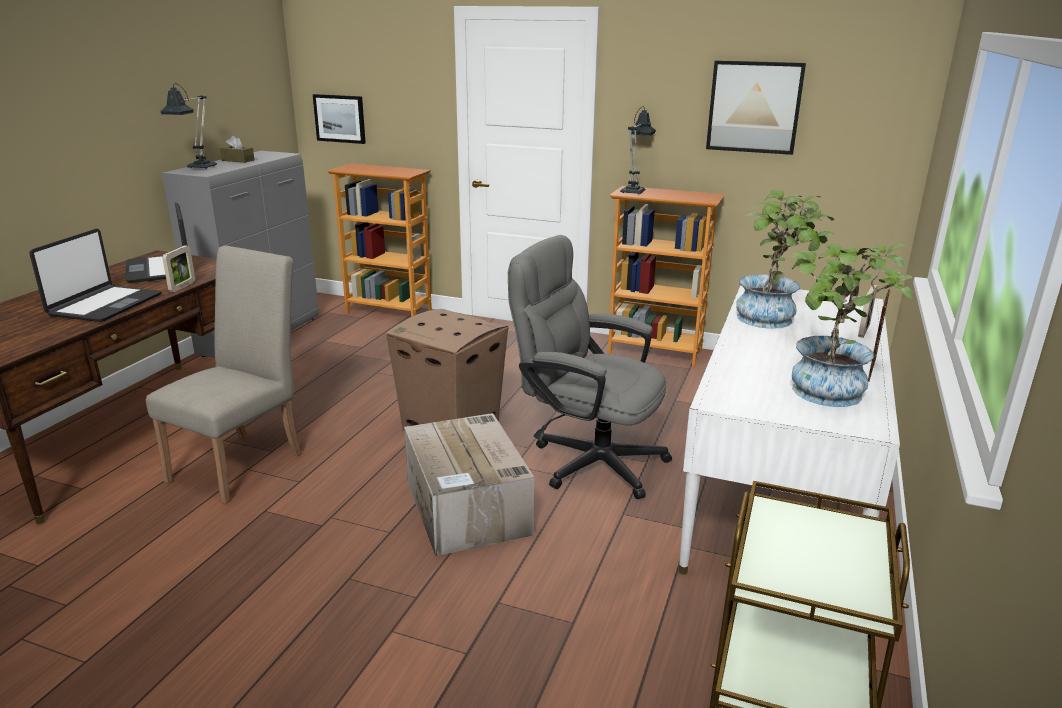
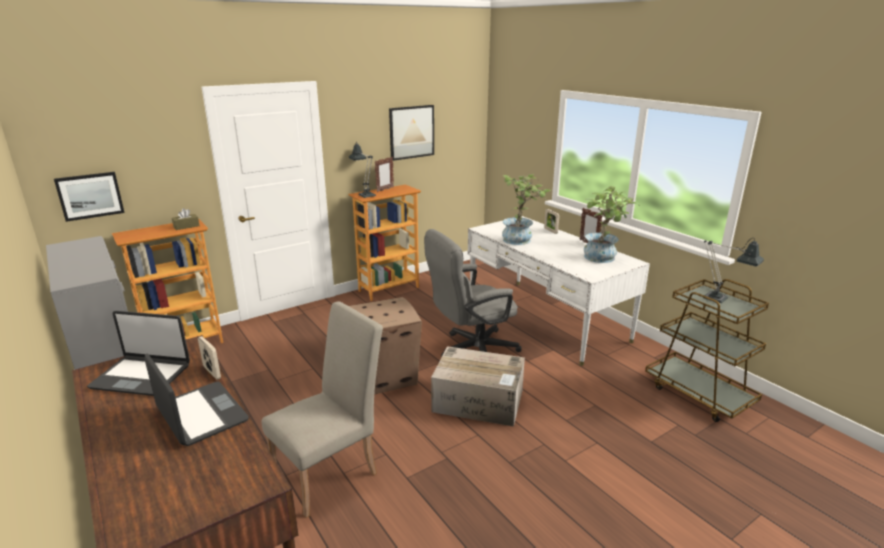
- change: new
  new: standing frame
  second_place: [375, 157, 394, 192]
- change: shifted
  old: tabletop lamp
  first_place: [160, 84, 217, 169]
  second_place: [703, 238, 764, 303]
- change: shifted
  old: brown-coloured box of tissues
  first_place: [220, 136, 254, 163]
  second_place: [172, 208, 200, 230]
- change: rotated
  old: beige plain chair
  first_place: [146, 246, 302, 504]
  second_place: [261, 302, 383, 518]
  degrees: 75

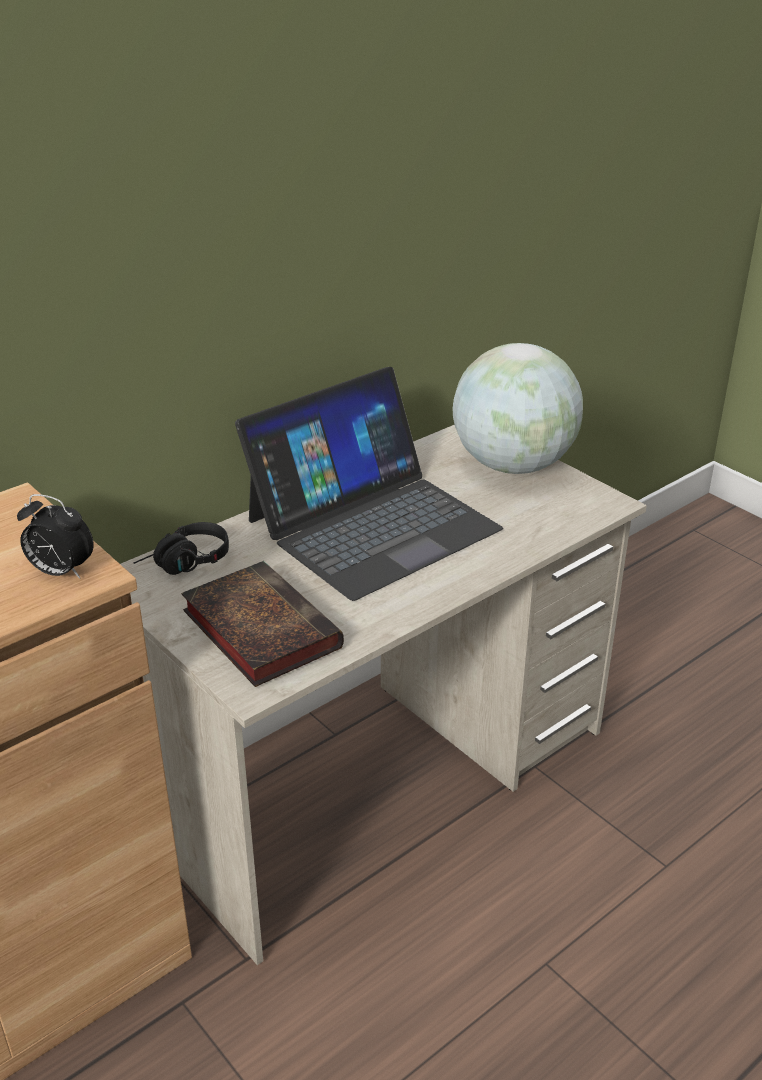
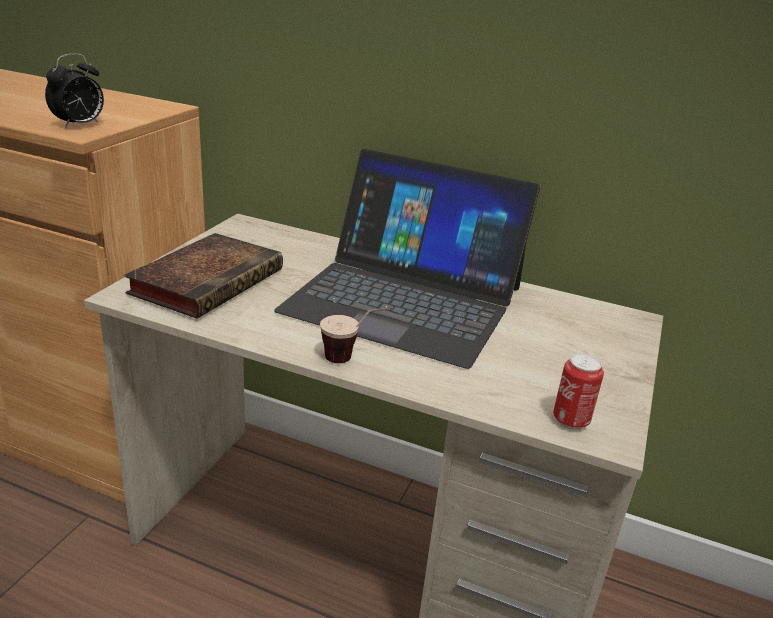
- change: gone
  old: black headset
  first_place: [133, 522, 229, 575]
- change: gone
  old: desk globe
  first_place: [452, 343, 583, 474]
- change: new
  new: drinking cup
  second_place: [320, 307, 394, 363]
- change: new
  new: can
  second_place: [553, 353, 604, 430]
- change: rotated
  old: table clock
  first_place: [17, 494, 94, 578]
  second_place: [45, 53, 104, 129]
  degrees: -135

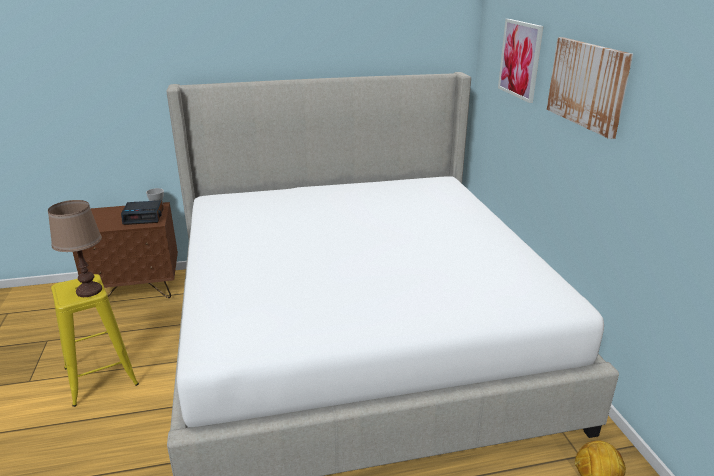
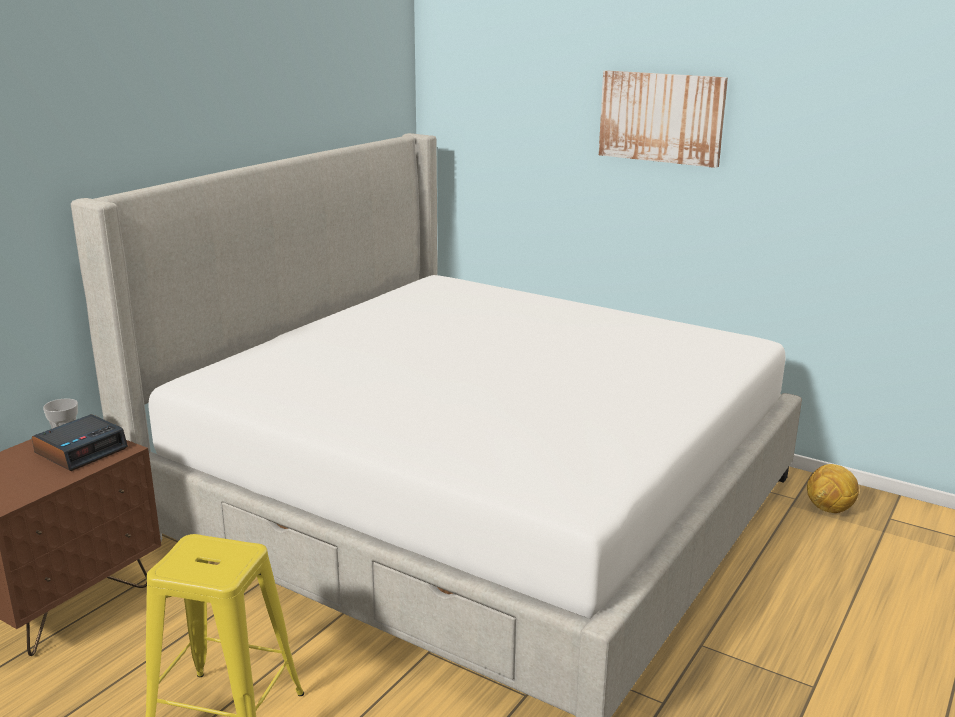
- change: gone
  old: brown-coloured tabletop lamp
  first_place: [48, 200, 102, 297]
- change: gone
  old: wall art
  first_place: [498, 19, 543, 103]

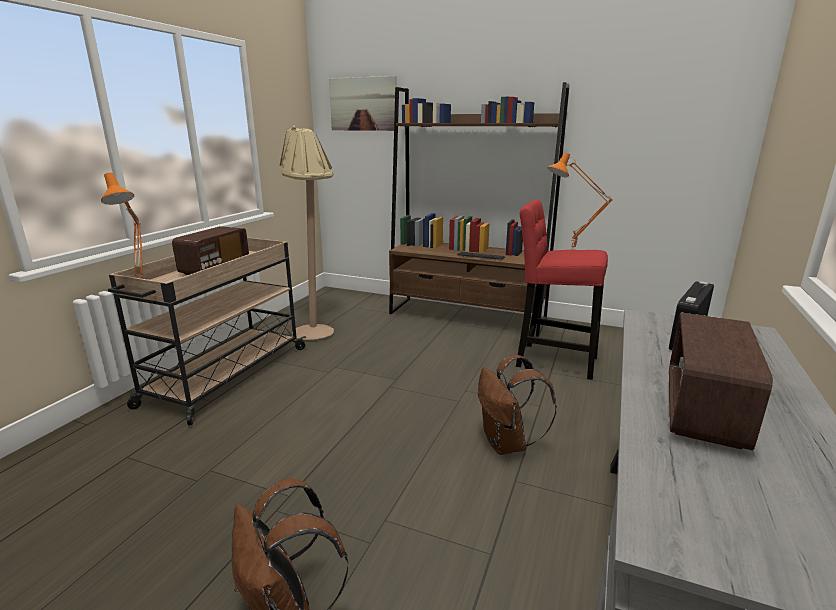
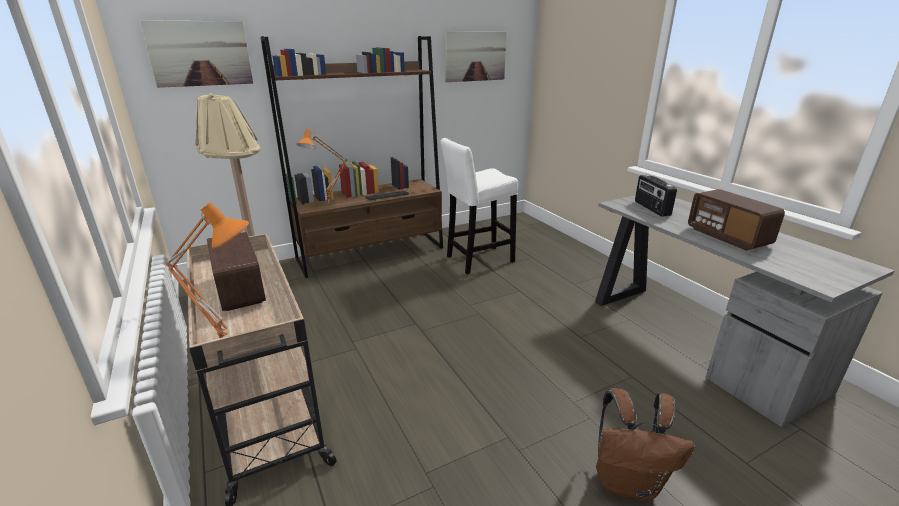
- change: gone
  old: brown-coloured knapsack
  first_place: [478, 355, 557, 455]
- change: new
  new: wall art
  second_place: [445, 31, 507, 82]
- change: shifted
  old: orangey tabletop lamp
  first_place: [548, 152, 613, 250]
  second_place: [296, 129, 348, 204]
- change: repainted
  old: red-coloured sitting stool
  new: white-coloured sitting stool
  first_place: [516, 200, 608, 380]
  second_place: [440, 138, 518, 274]

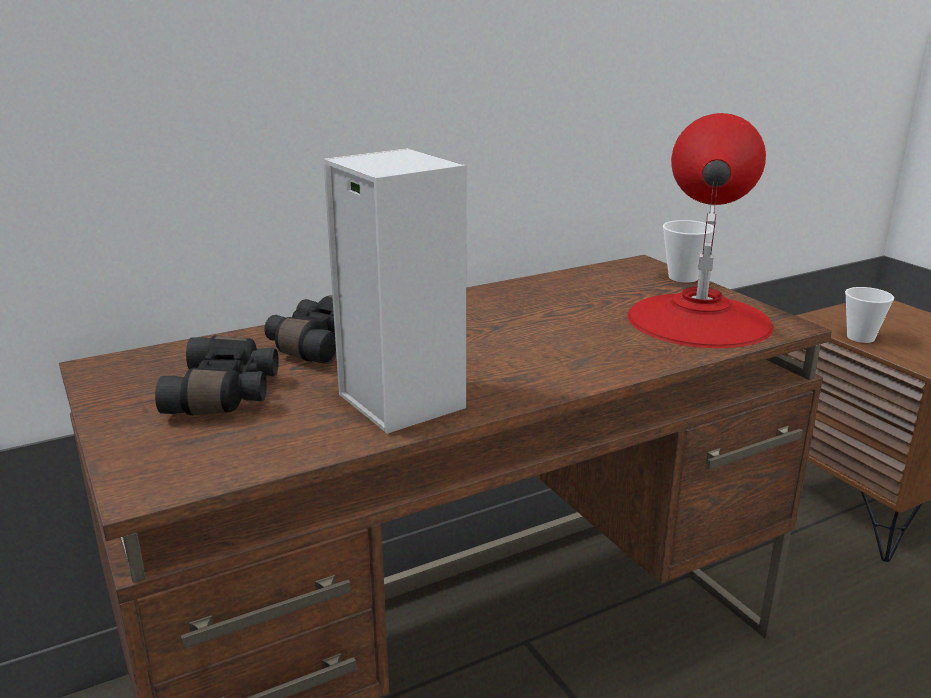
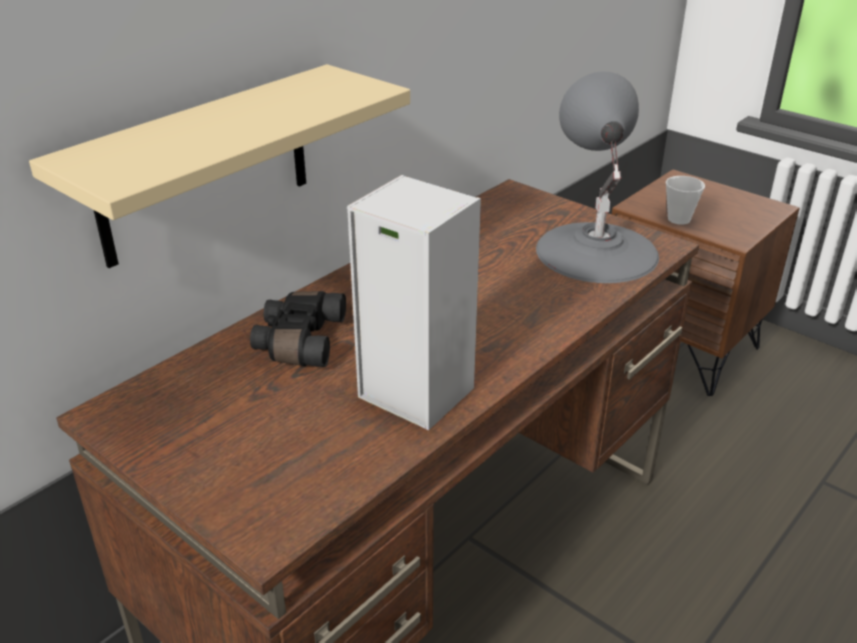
- change: gone
  old: black pair of binoculars
  first_place: [155, 335, 279, 415]
- change: gone
  old: drinking cup
  first_place: [663, 220, 715, 283]
- change: new
  new: beige shelf
  second_place: [29, 64, 410, 268]
- change: repainted
  old: red-coloured tabletop lamp
  new: greyish tabletop lamp
  first_place: [627, 113, 774, 348]
  second_place: [536, 71, 659, 283]

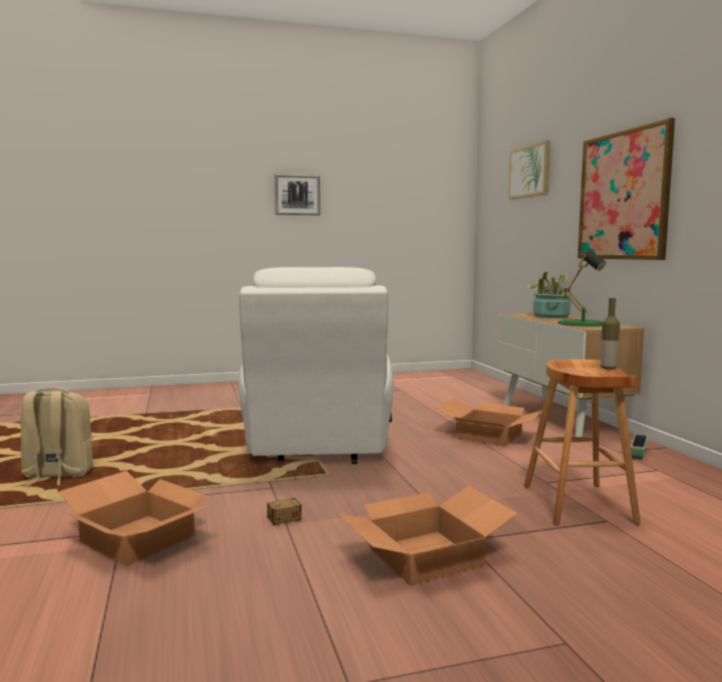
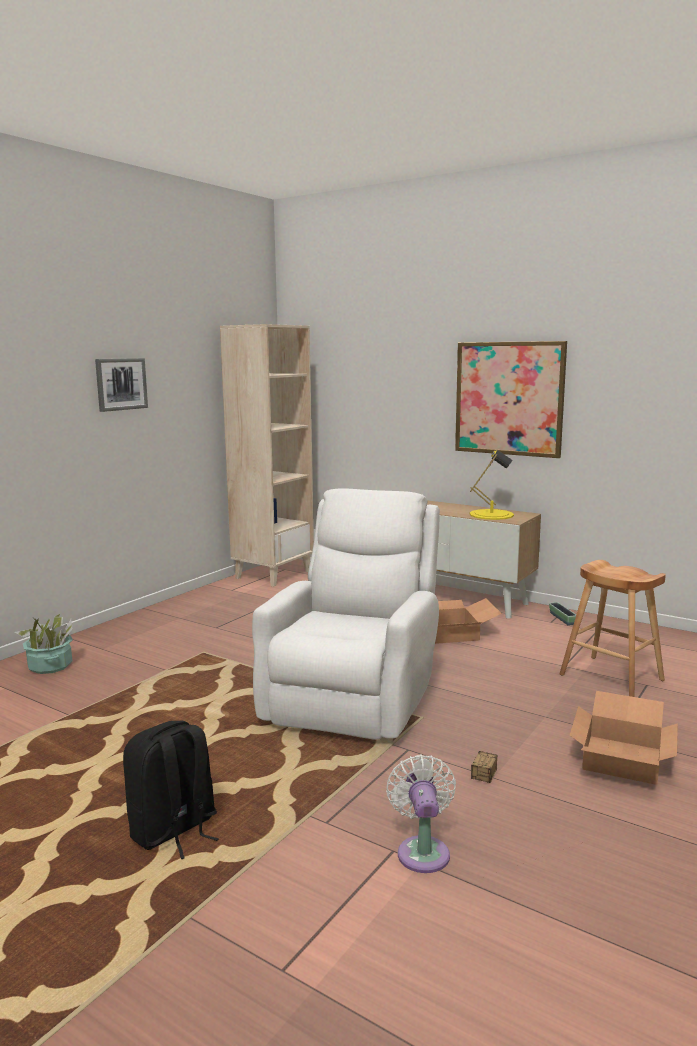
- change: gone
  old: wall art
  first_place: [508, 140, 551, 200]
- change: gone
  old: bottle
  first_place: [601, 298, 620, 369]
- change: new
  new: beige shelving unit
  second_place: [220, 324, 314, 587]
- change: shifted
  old: houseplant
  first_place: [527, 272, 574, 318]
  second_place: [14, 614, 73, 674]
- change: swapped
  old: carton
  new: white-coloured fan
  first_place: [59, 471, 217, 566]
  second_place: [386, 754, 456, 873]
- change: repainted
  old: beige knapsack
  new: black knapsack
  first_place: [21, 388, 93, 486]
  second_place: [123, 721, 219, 859]
- change: repainted
  old: green tabletop lamp
  new: yellow tabletop lamp
  first_place: [558, 250, 606, 327]
  second_place: [470, 450, 514, 520]
- change: rotated
  old: white-coloured armchair
  first_place: [238, 267, 394, 464]
  second_place: [252, 488, 440, 740]
  degrees: -120

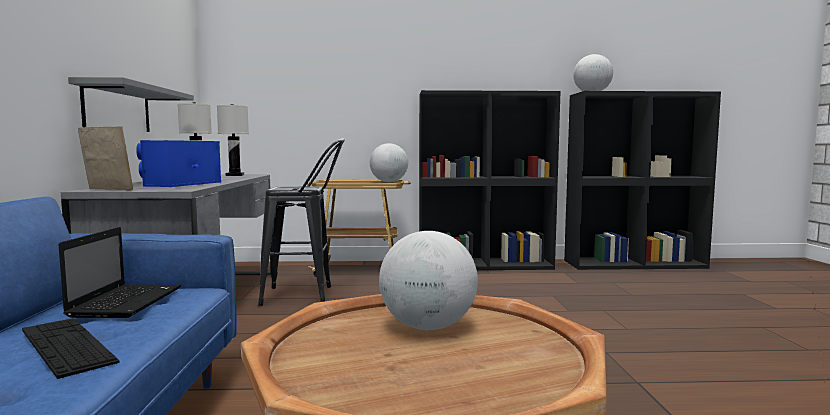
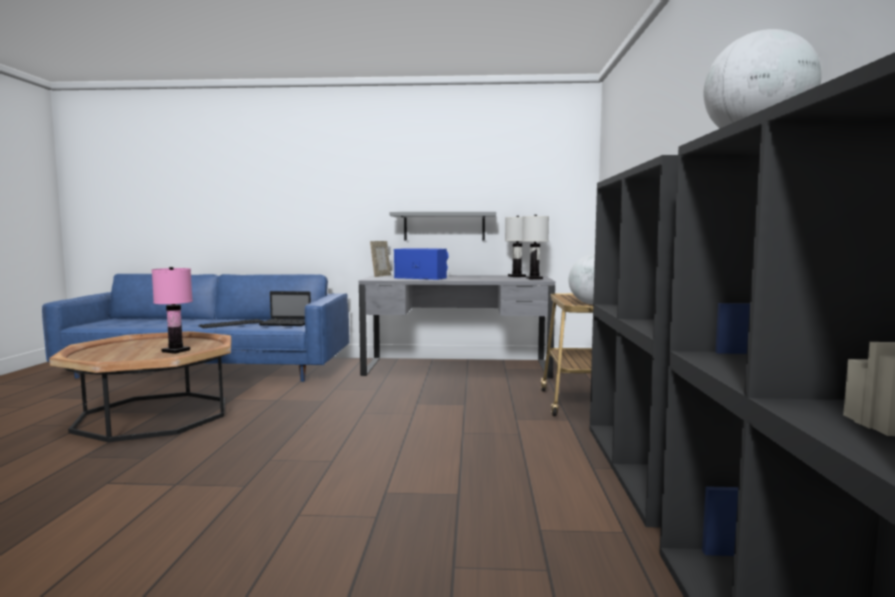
- change: gone
  old: black sitting stool
  first_place: [258, 138, 345, 306]
- change: swapped
  old: desk globe
  new: pink tabletop lamp
  first_place: [379, 231, 478, 330]
  second_place: [152, 267, 193, 354]

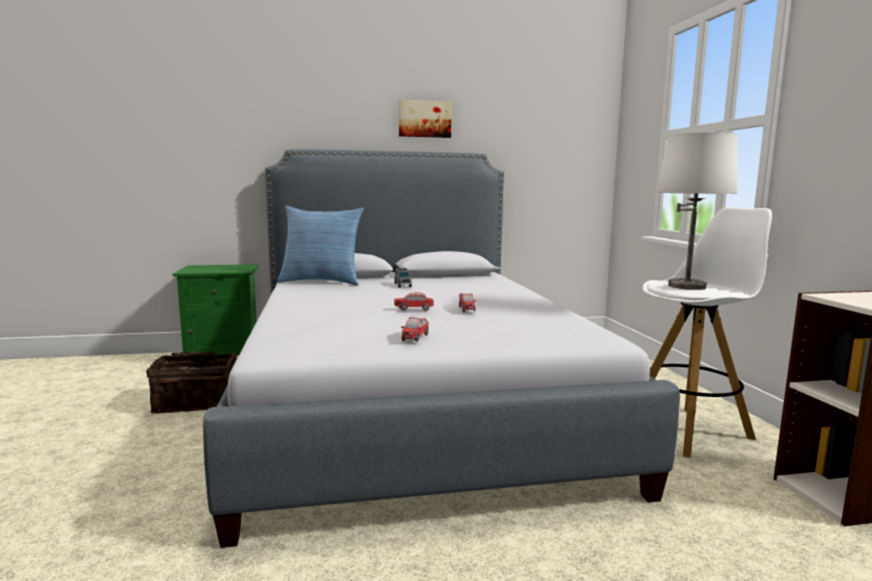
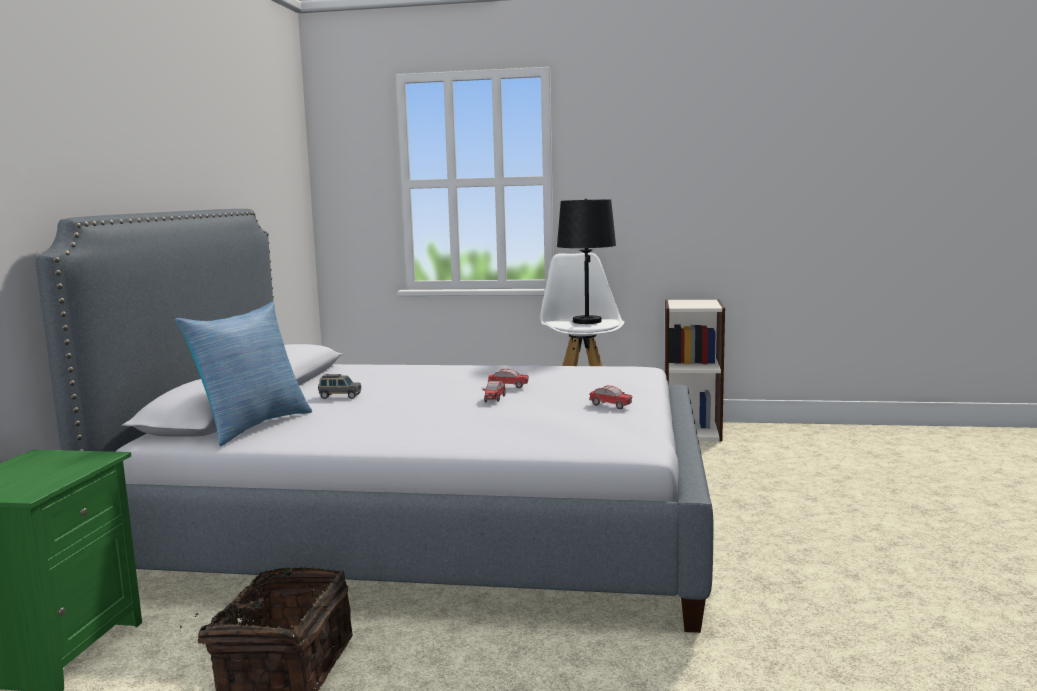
- change: gone
  old: wall art
  first_place: [399, 100, 452, 138]
- change: repainted
  old: white-coloured tabletop lamp
  new: black tabletop lamp
  first_place: [657, 132, 738, 290]
  second_place: [557, 198, 616, 324]

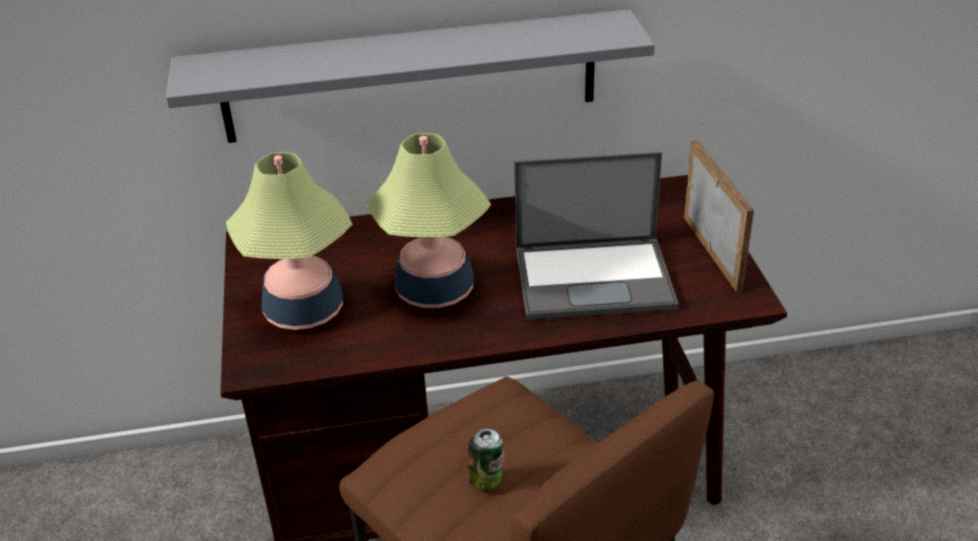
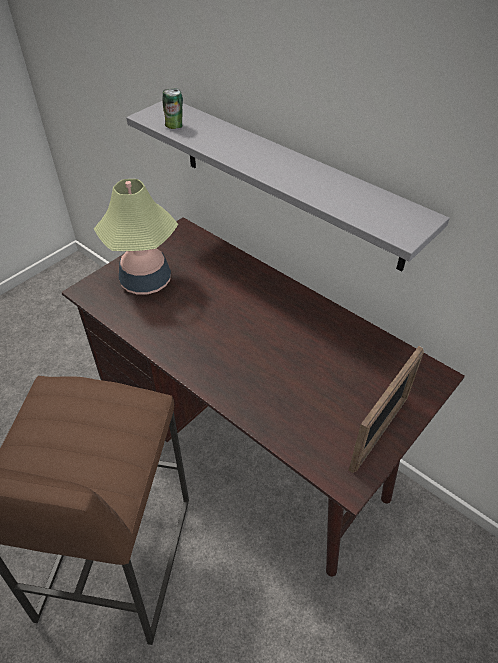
- change: gone
  old: tabletop lamp
  first_place: [366, 133, 491, 308]
- change: gone
  old: notebook computer
  first_place: [514, 152, 678, 320]
- change: shifted
  old: can
  first_place: [468, 428, 504, 492]
  second_place: [162, 89, 183, 129]

